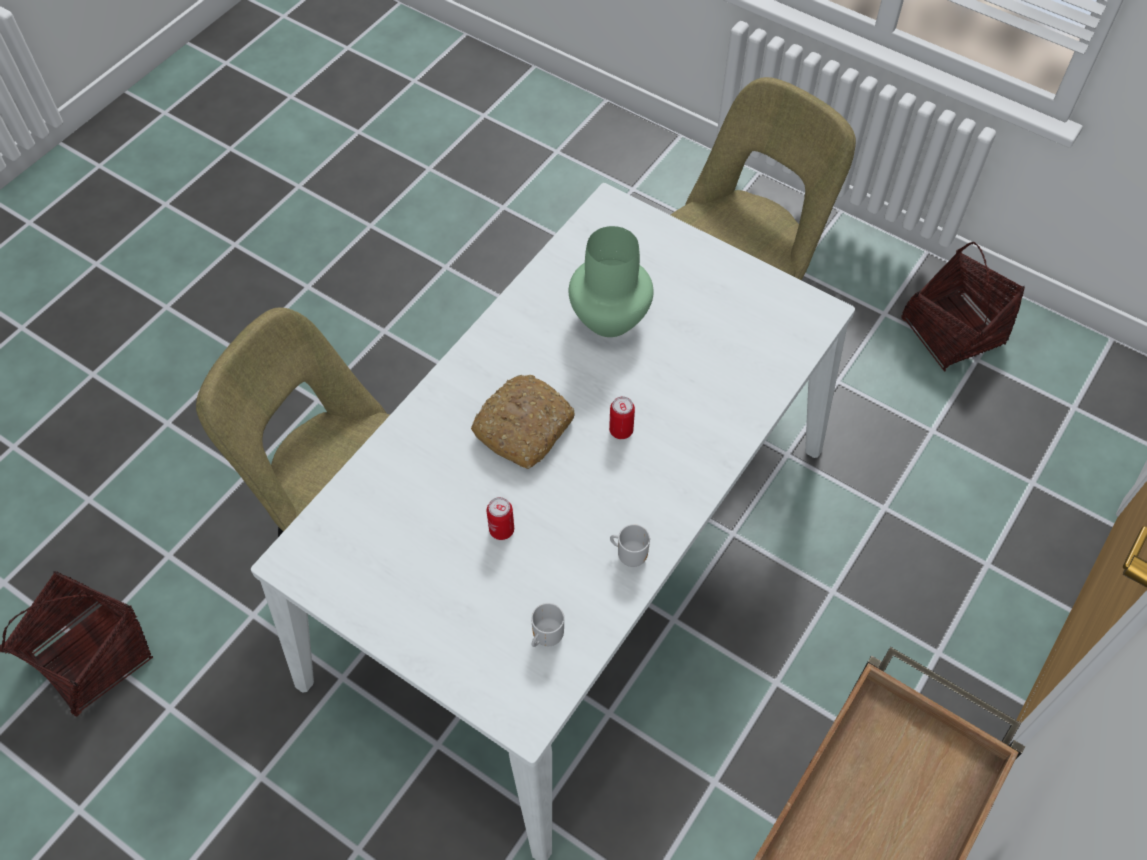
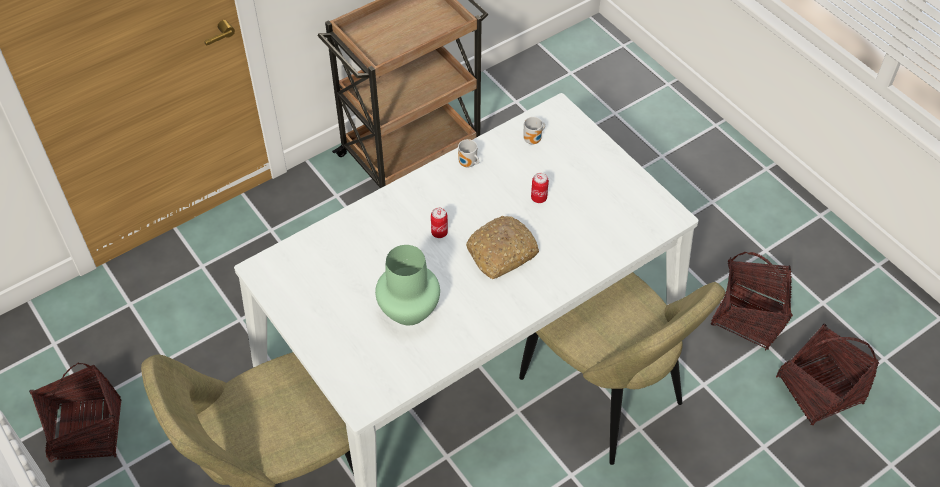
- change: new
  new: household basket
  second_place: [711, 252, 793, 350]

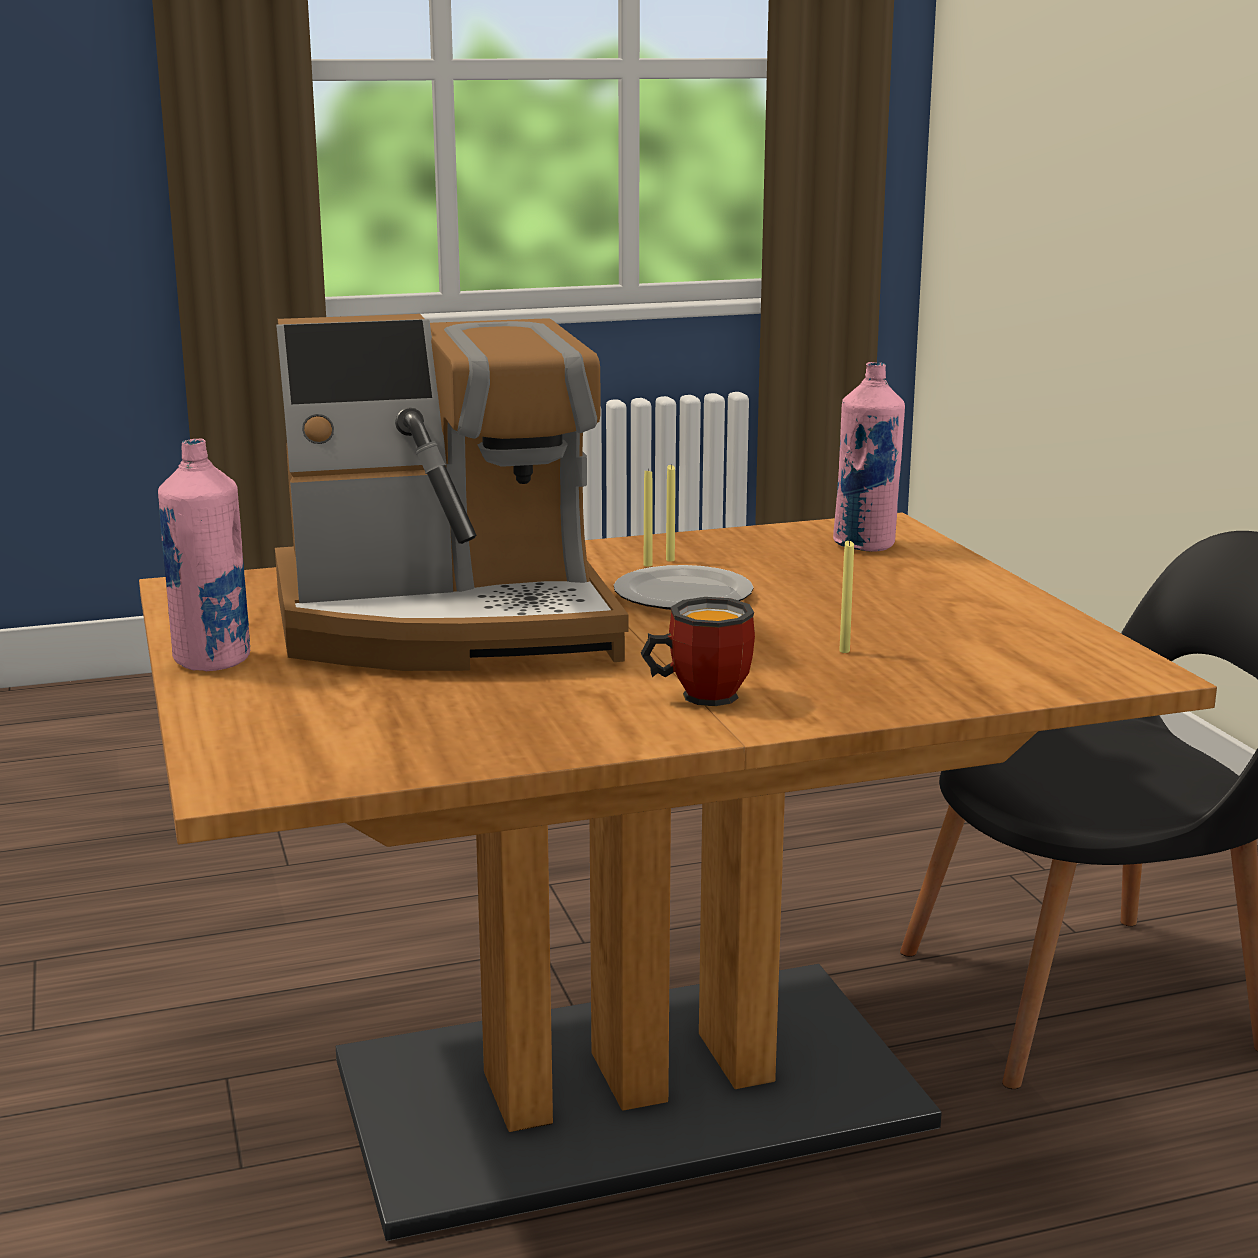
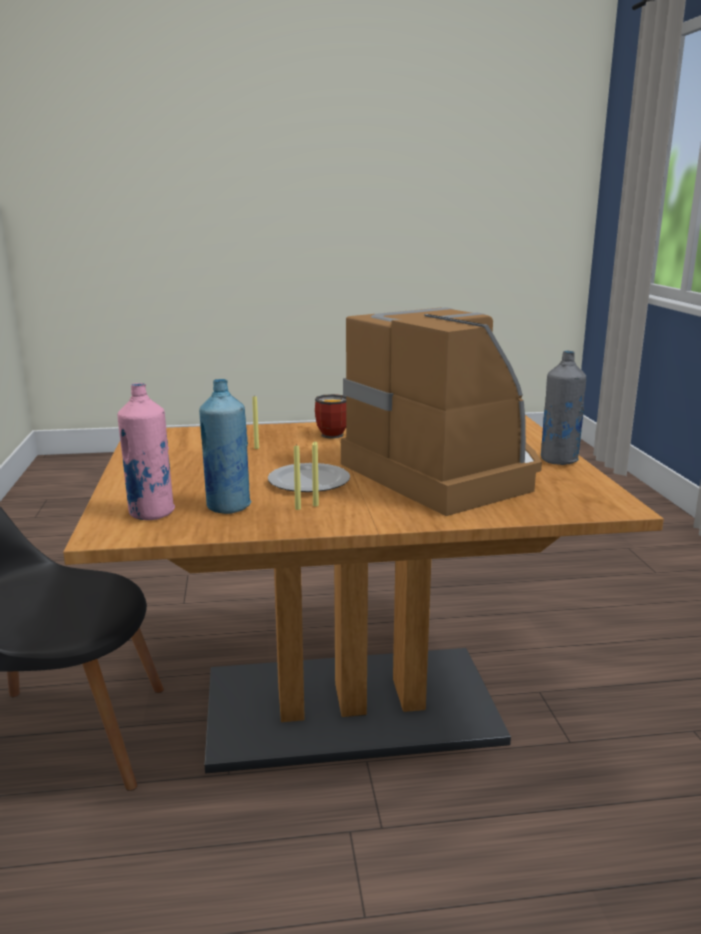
- change: new
  new: blue-coloured bottle
  second_place: [199, 379, 251, 514]
- change: repainted
  old: pink bottle
  new: greyish bottle
  first_place: [158, 438, 250, 671]
  second_place: [541, 351, 586, 465]
- change: rotated
  old: coffee maker
  first_place: [275, 314, 629, 671]
  second_place: [341, 307, 542, 516]
  degrees: 60

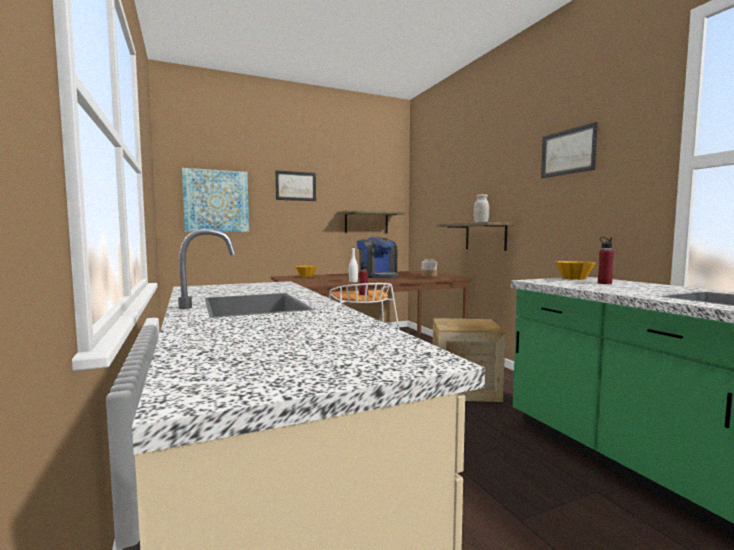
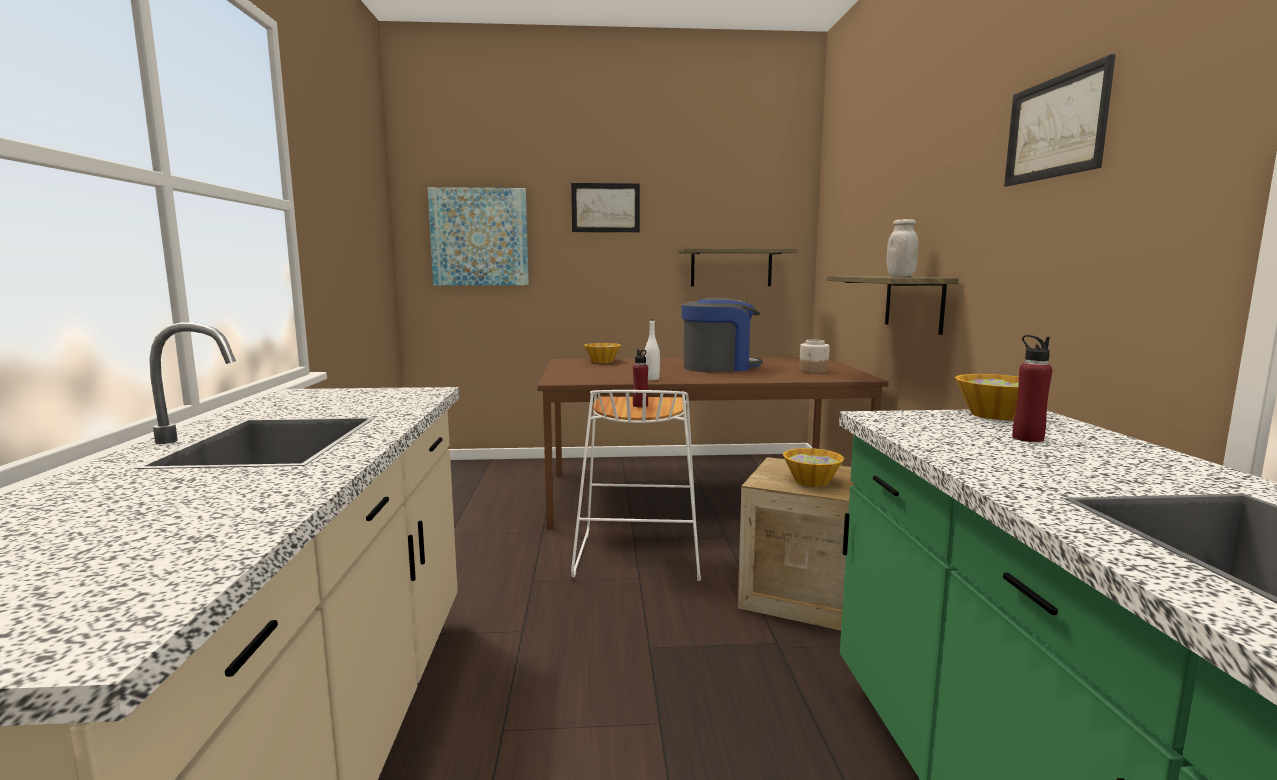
- change: new
  new: serving bowl
  second_place: [783, 448, 844, 487]
- change: rotated
  old: coffee maker
  first_place: [357, 237, 398, 278]
  second_place: [681, 298, 763, 373]
  degrees: -105

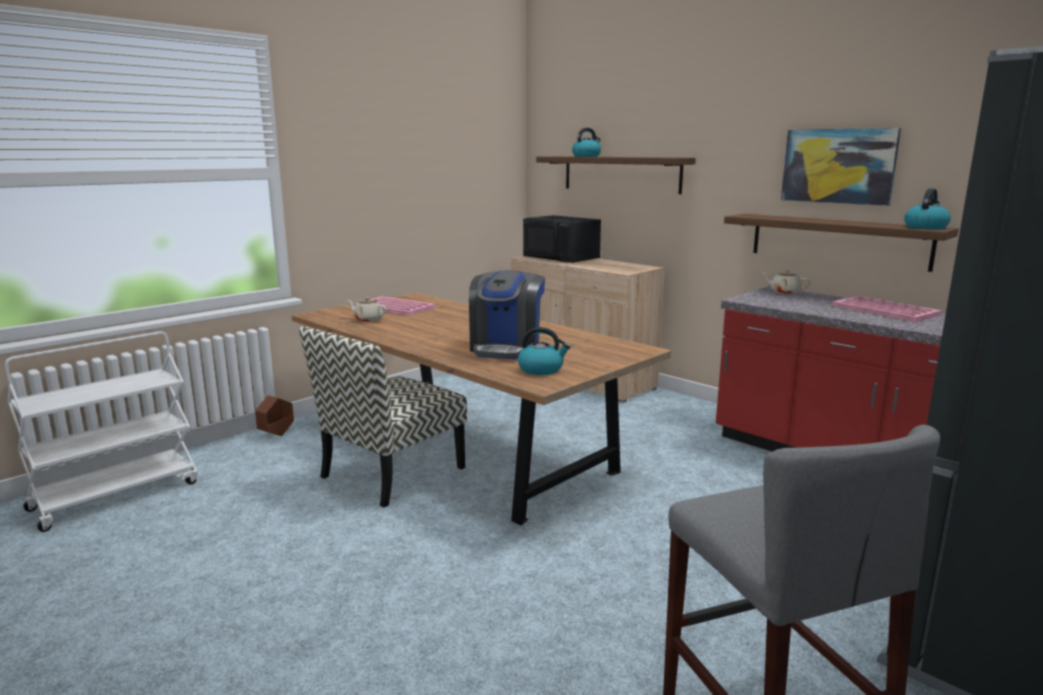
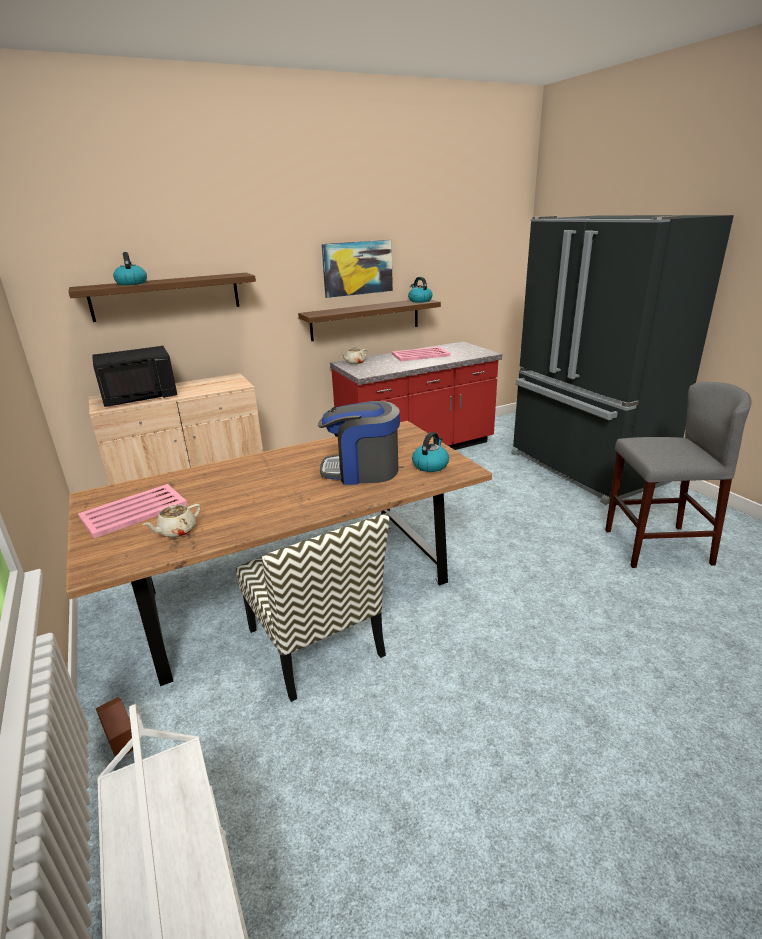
- change: rotated
  old: coffee maker
  first_place: [469, 270, 545, 359]
  second_place: [318, 401, 400, 485]
  degrees: 150

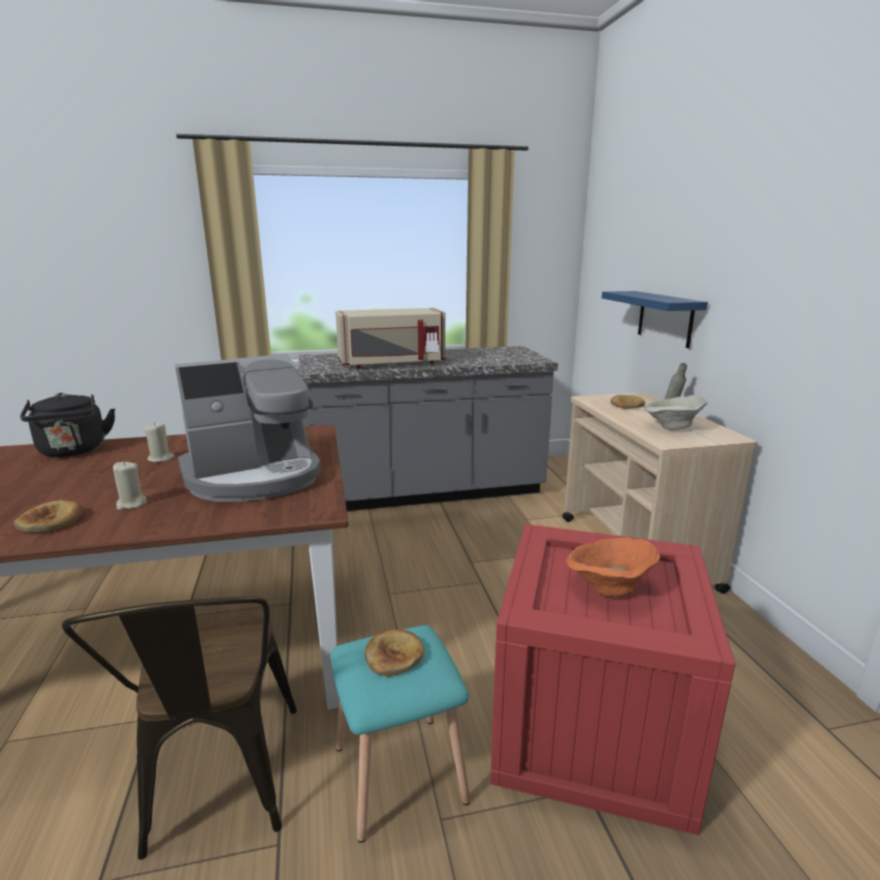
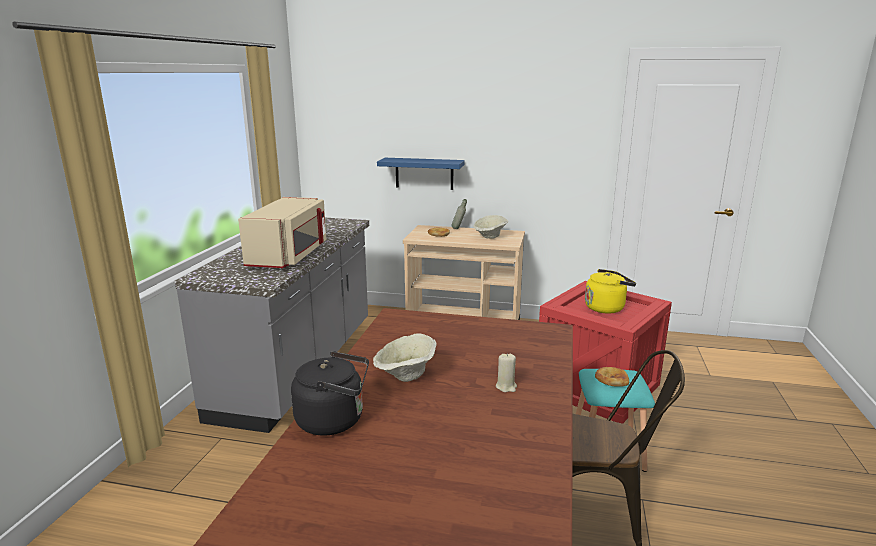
- change: gone
  old: baked bread
  first_place: [14, 500, 84, 532]
- change: gone
  old: coffee maker
  first_place: [175, 354, 320, 502]
- change: swapped
  old: beige wax light
  new: beige serving bowl
  first_place: [144, 422, 175, 462]
  second_place: [373, 333, 437, 382]
- change: swapped
  old: orangey serving bowl
  new: yellow water kettle
  first_place: [566, 537, 660, 597]
  second_place: [585, 269, 636, 314]

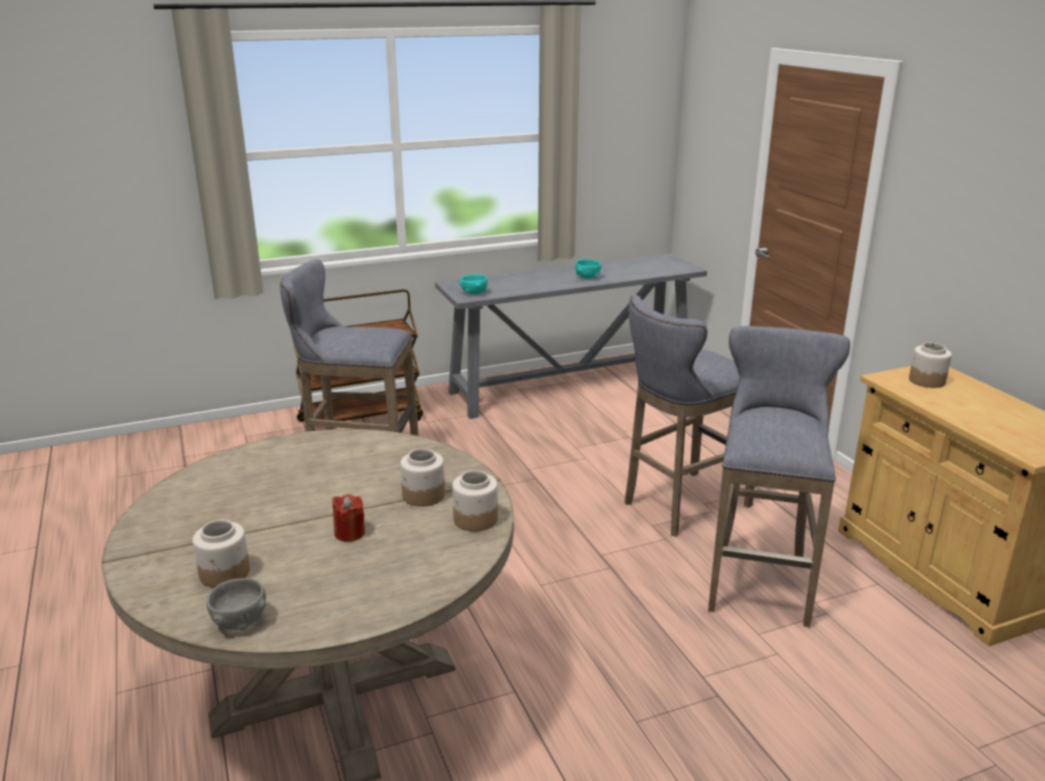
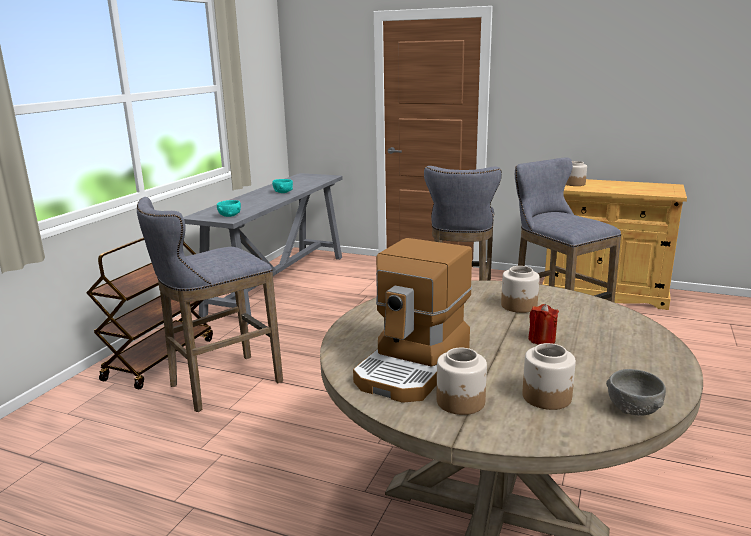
- change: new
  new: coffee maker
  second_place: [353, 238, 472, 403]
- change: shifted
  old: storage jar
  first_place: [452, 470, 498, 531]
  second_place: [437, 348, 487, 415]

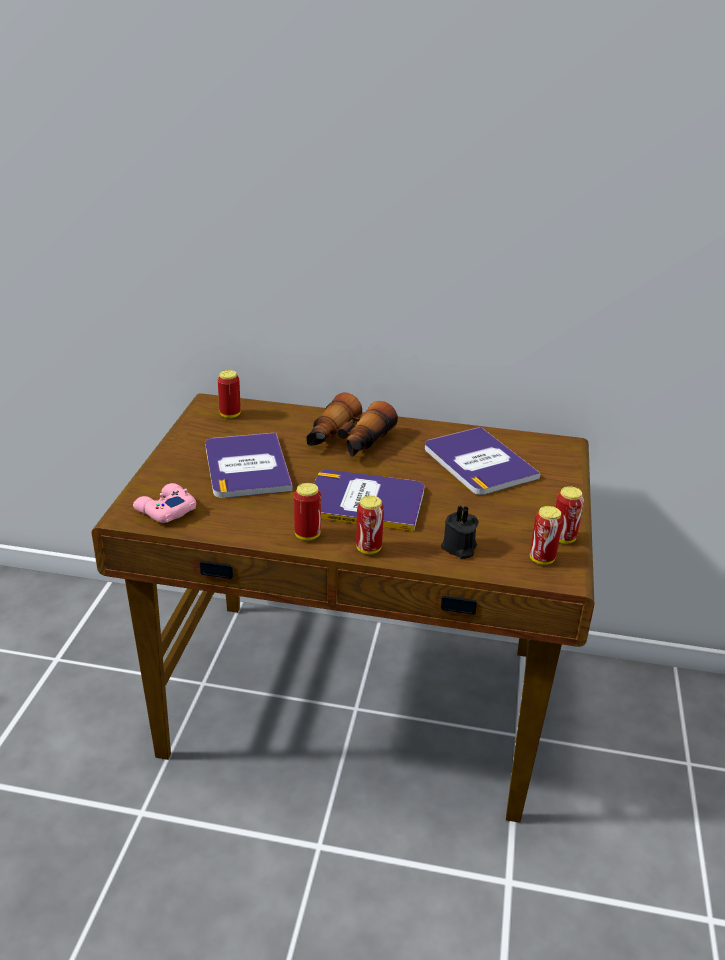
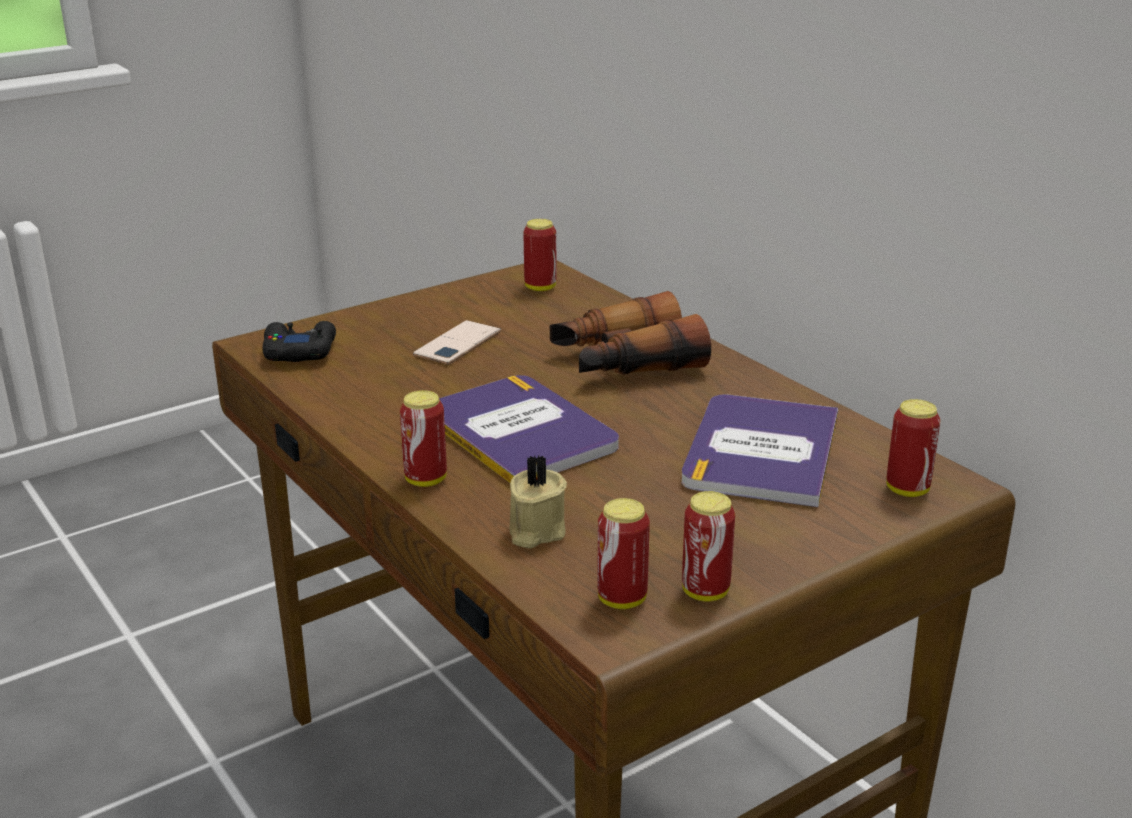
- change: shifted
  old: can
  first_place: [294, 483, 321, 540]
  second_place: [887, 399, 940, 497]
- change: swapped
  old: book
  new: handset
  first_place: [205, 432, 293, 498]
  second_place: [413, 320, 501, 365]
- change: repainted
  old: pink game controller
  new: black game controller
  first_place: [133, 483, 196, 523]
  second_place: [263, 321, 336, 362]
- change: repainted
  old: black wax light
  new: beige wax light
  first_place: [441, 505, 479, 559]
  second_place: [510, 455, 567, 548]

